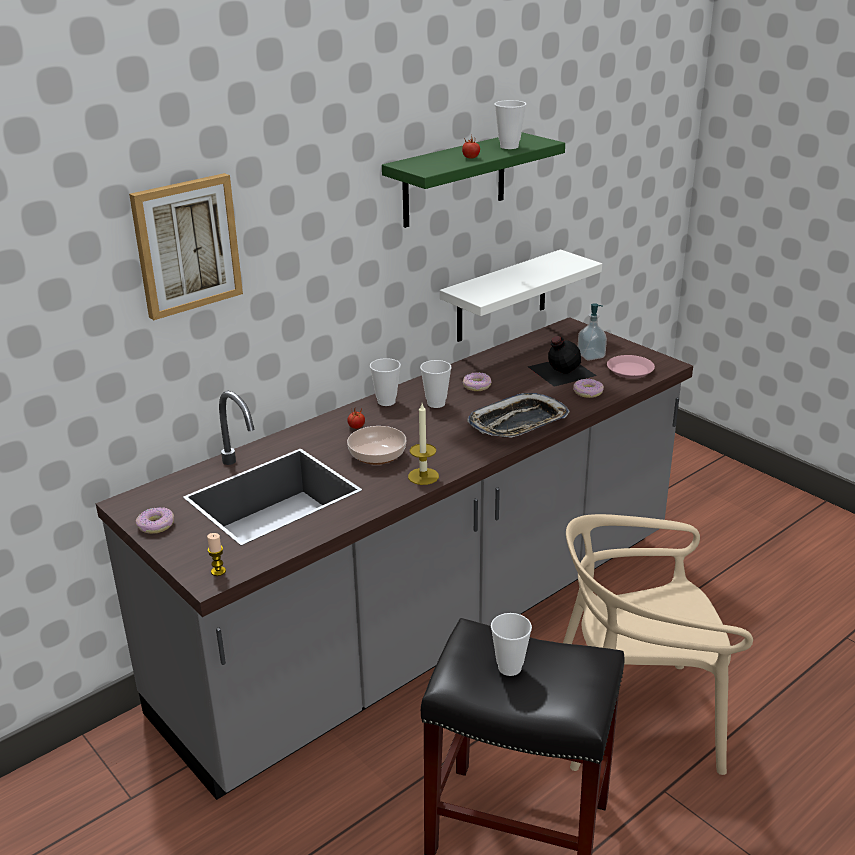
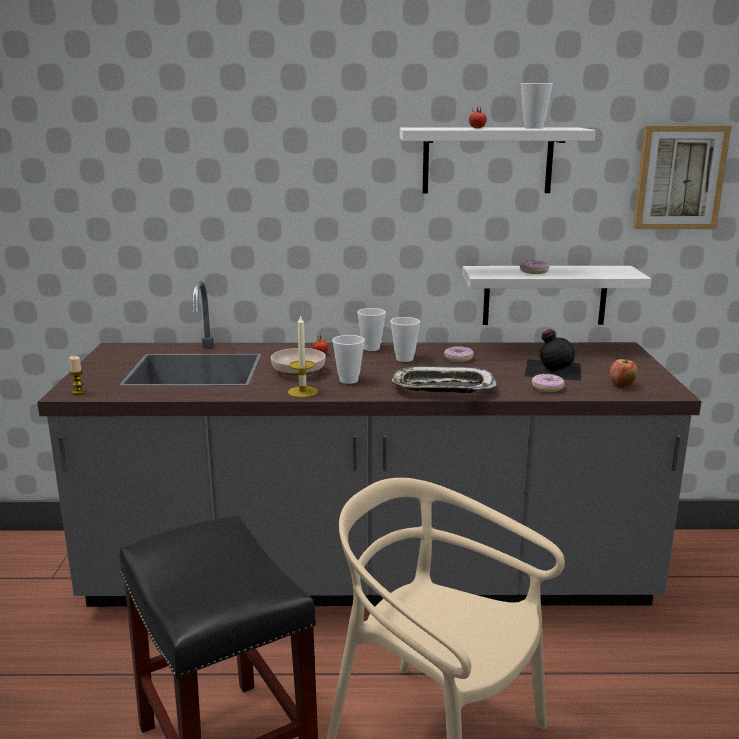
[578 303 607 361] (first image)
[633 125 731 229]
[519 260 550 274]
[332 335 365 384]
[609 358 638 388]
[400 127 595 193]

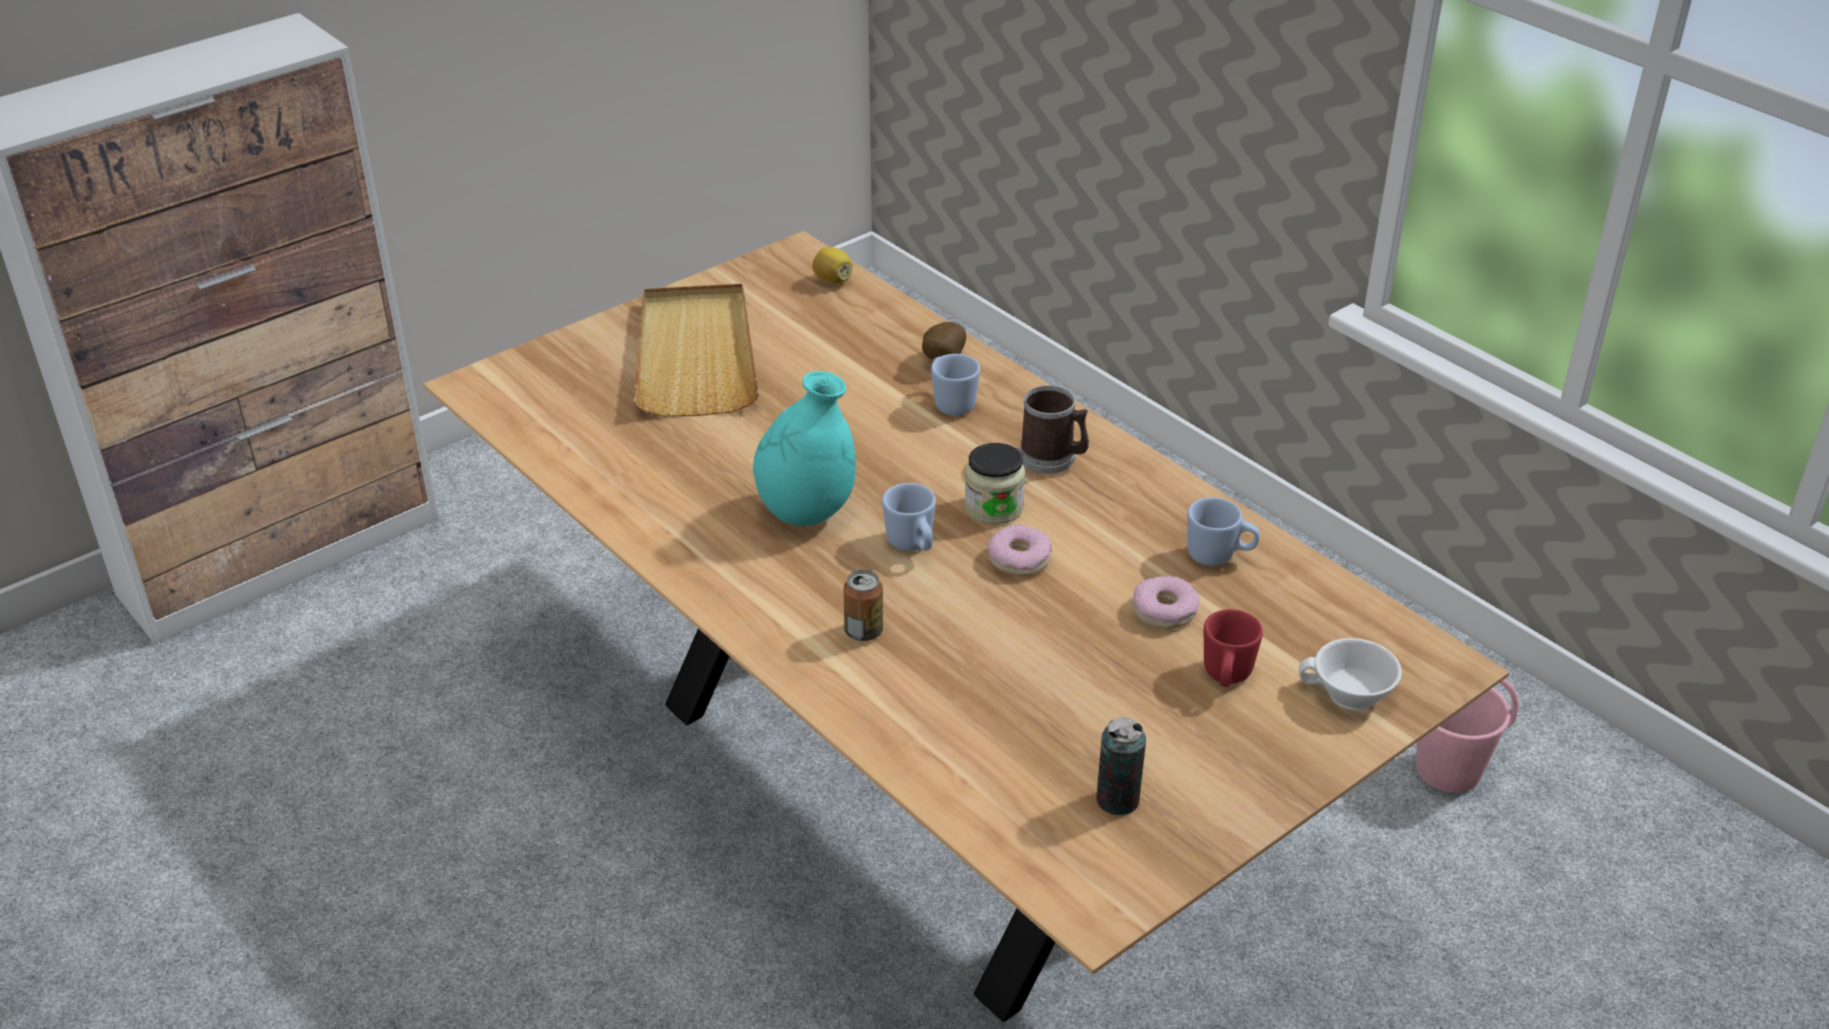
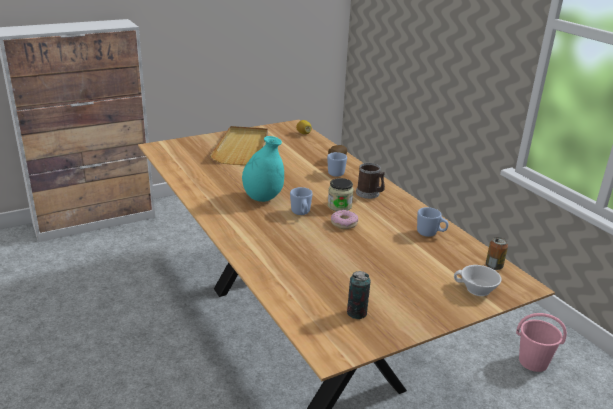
[1132 576 1199 629] (first image)
[1204 609 1263 687] (first image)
[486 237 508 270]

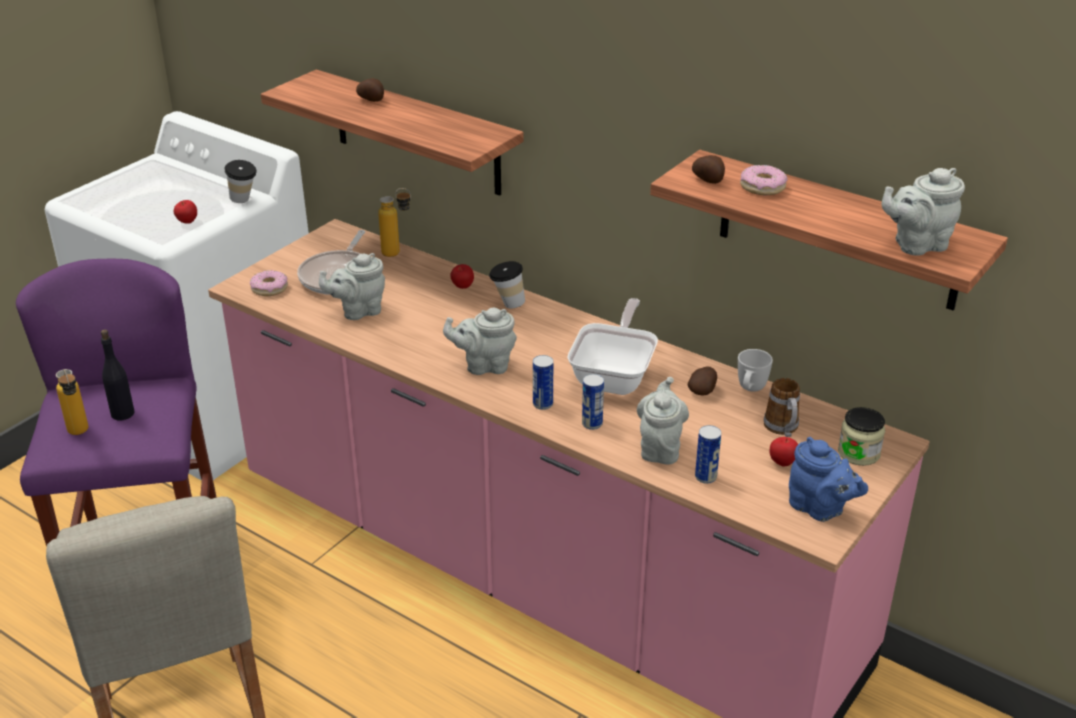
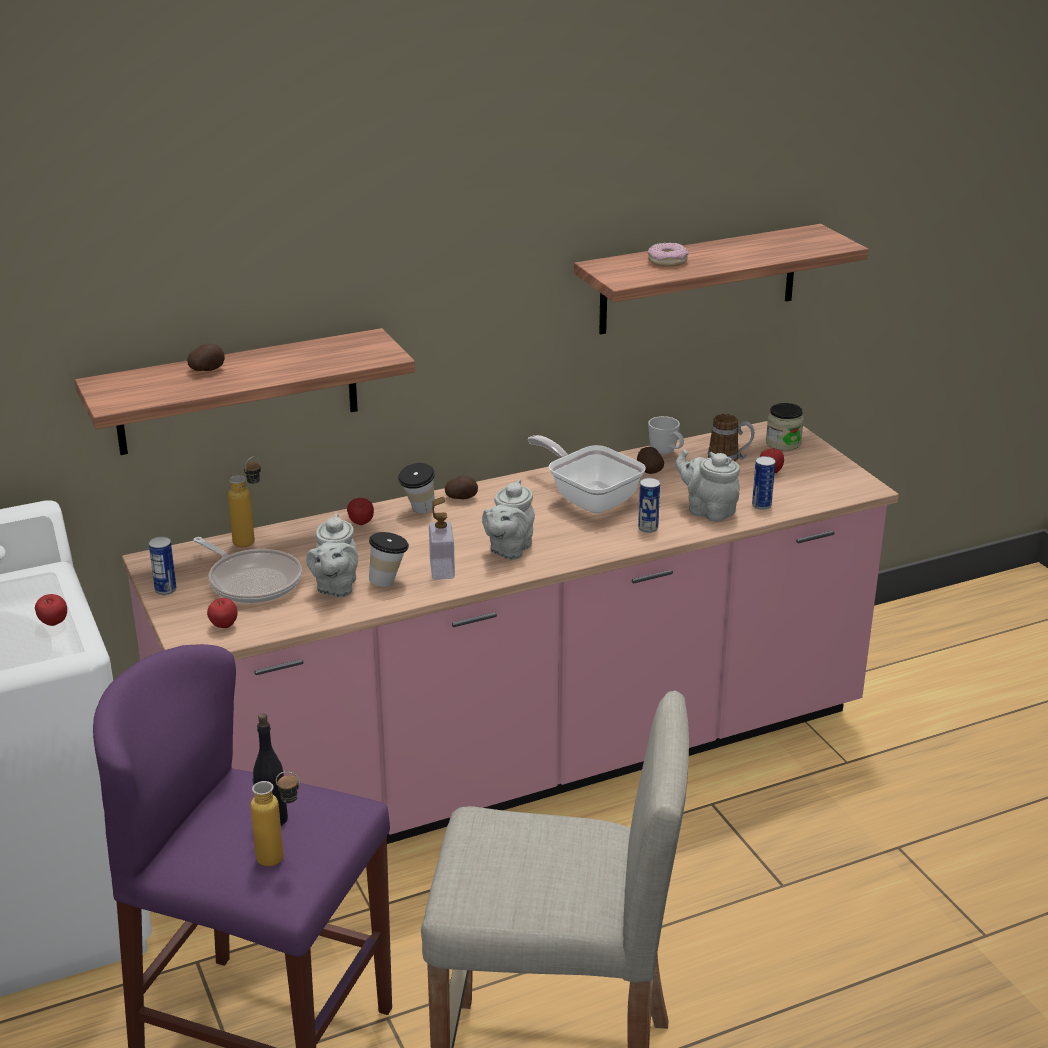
[789 437 868 522] (first image)
[881 168 965 256] (first image)
[429 497 455 580]
[369 532 409 587]
[149 537 177 595]
[445 475 478 499]
[207 598 237 628]

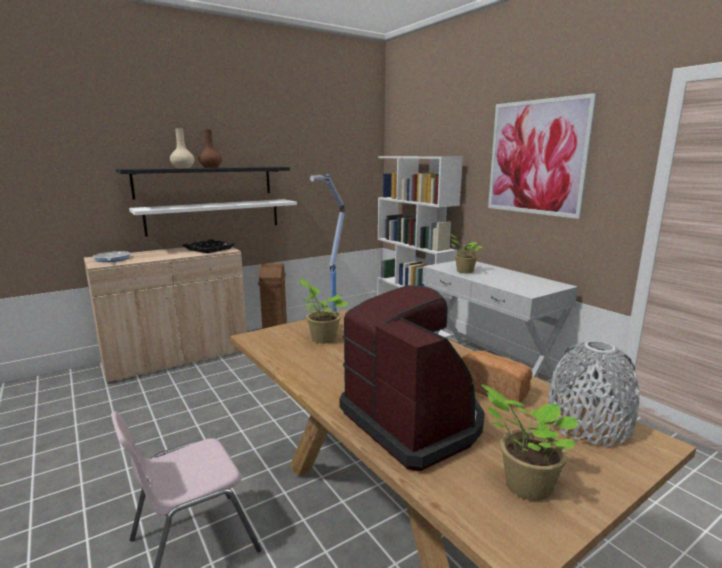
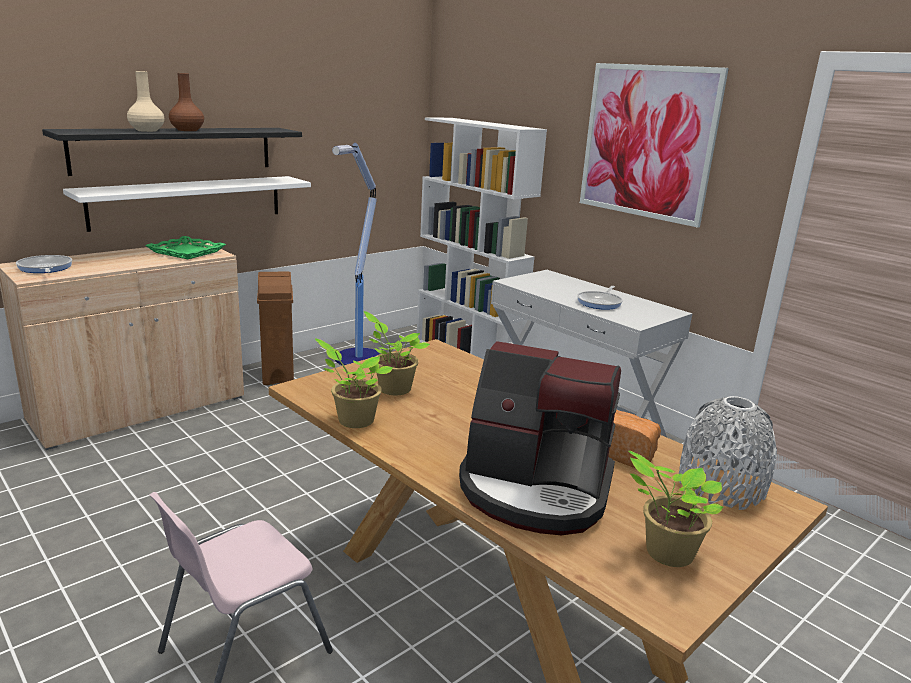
[577 286 623 310]
[315 338 393 428]
[145 236 226 259]
[459 341 621 535]

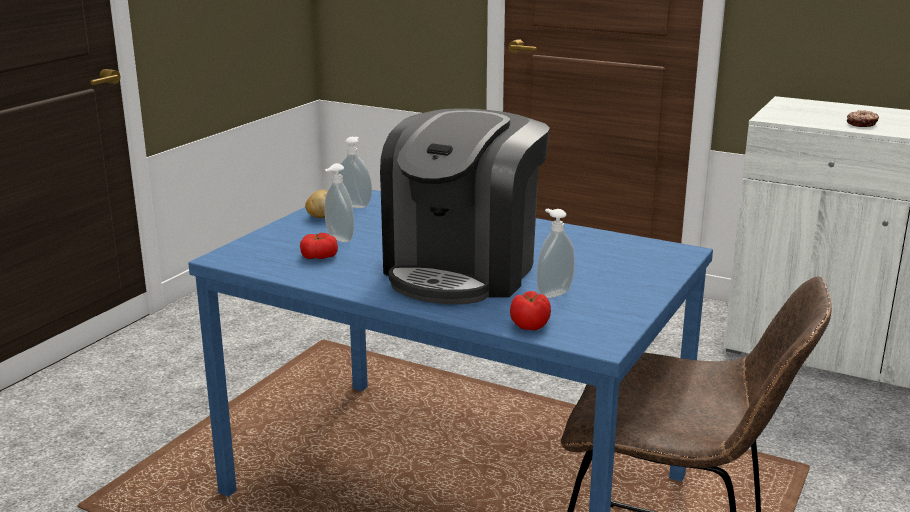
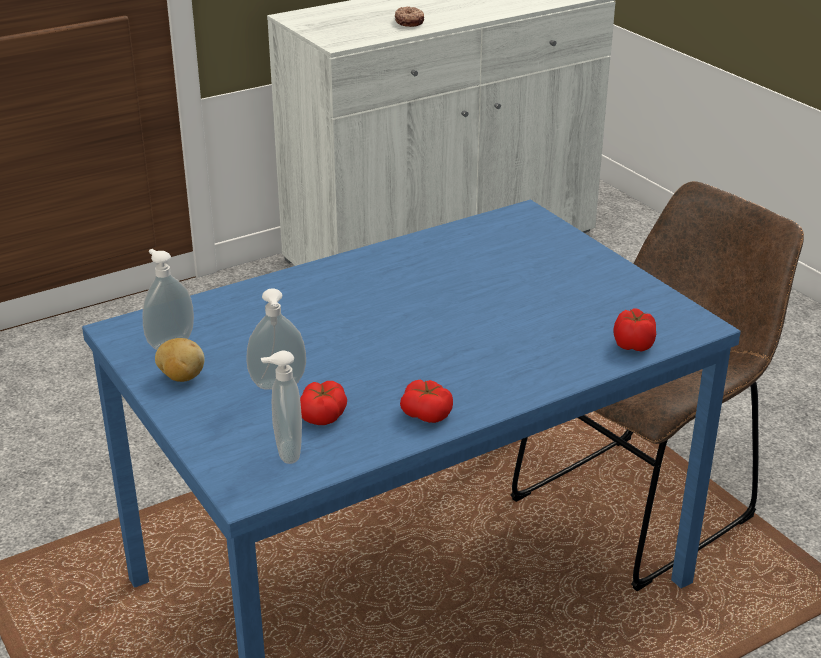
[380 108 550 304] (first image)
[400 379 453 423]
[261 351 302 464]

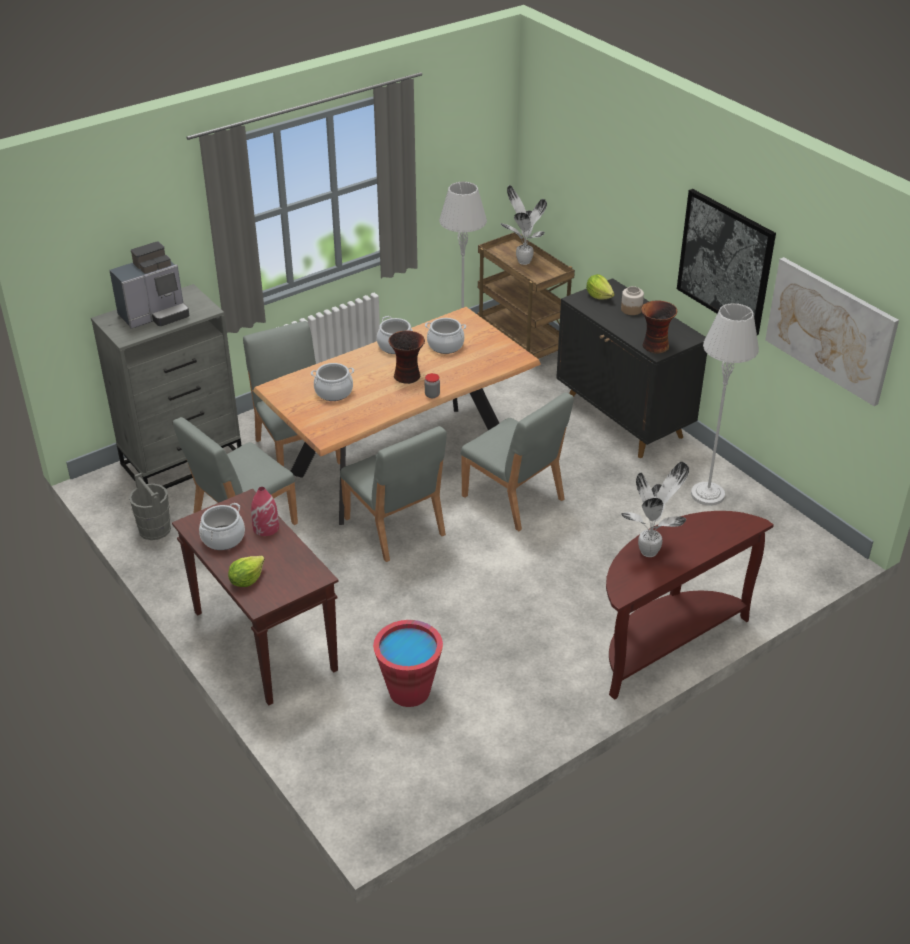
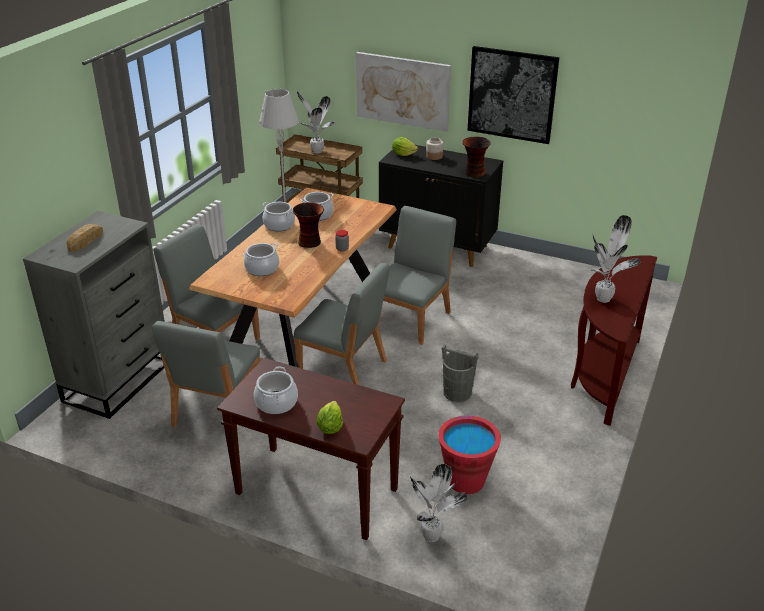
[251 487 279 536] (first image)
[691 303 759 506] (first image)
[409 464 467 542]
[441 344 479 402]
[356 52 451 132]
[66 224 103 252]
[383 206 456 345]

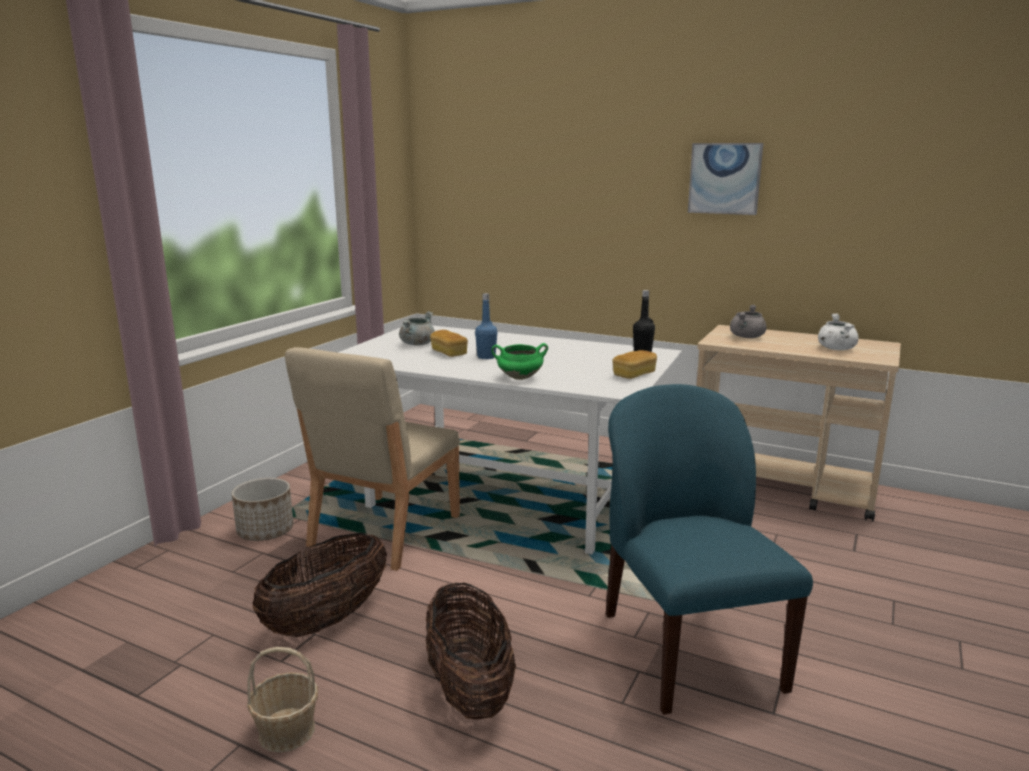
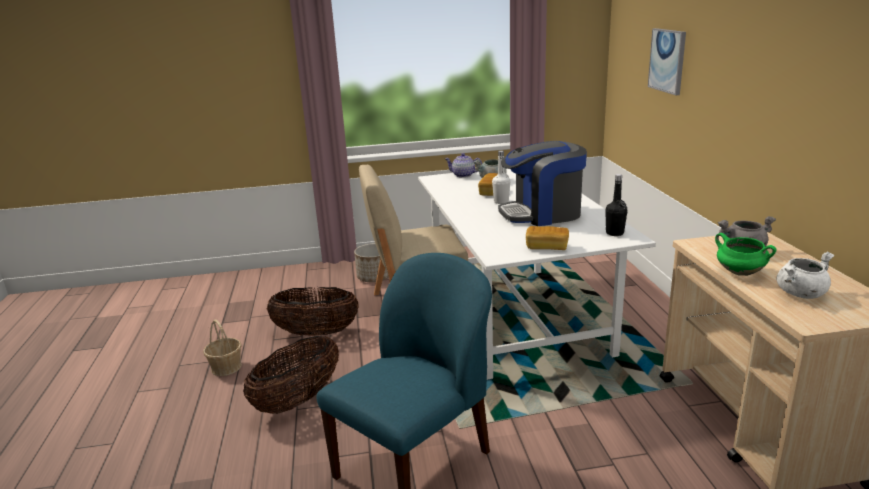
[445 153 482 178]
[498 141 587 226]
[715 233 777 276]
[648 28 686 95]
[492 150 510 204]

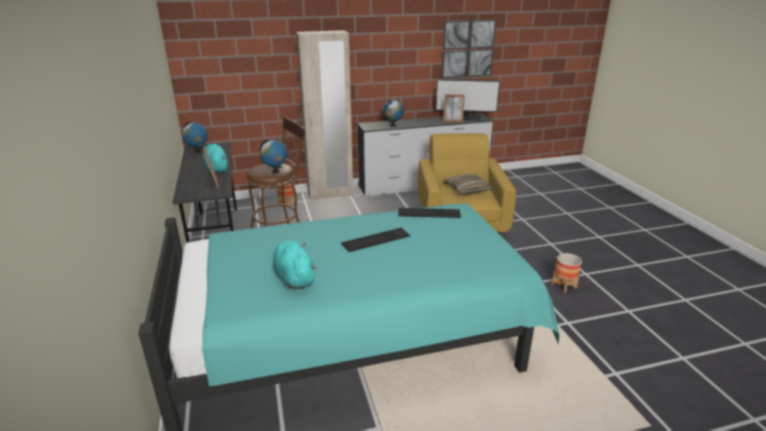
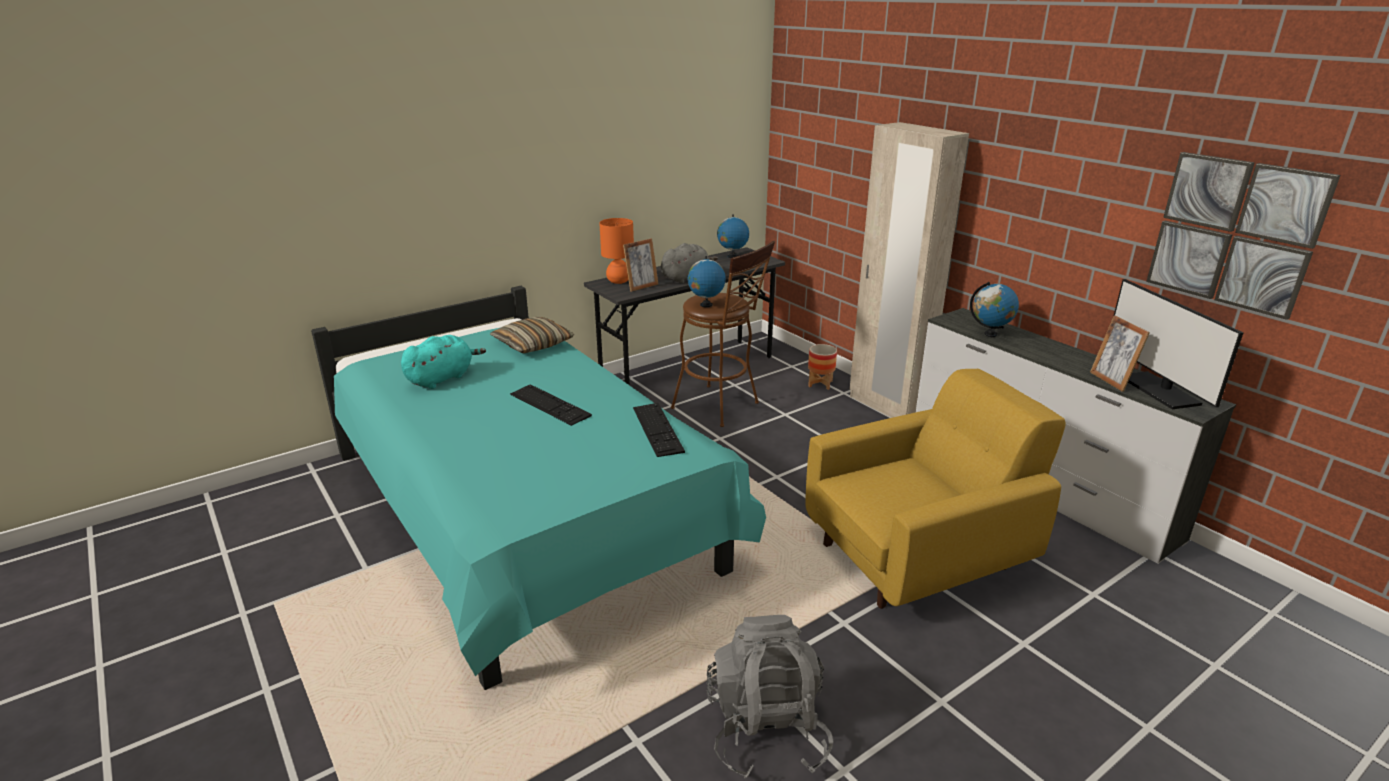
[599 218 634 284]
[490 317 575 353]
[707 615 834 779]
[661 243 718 283]

